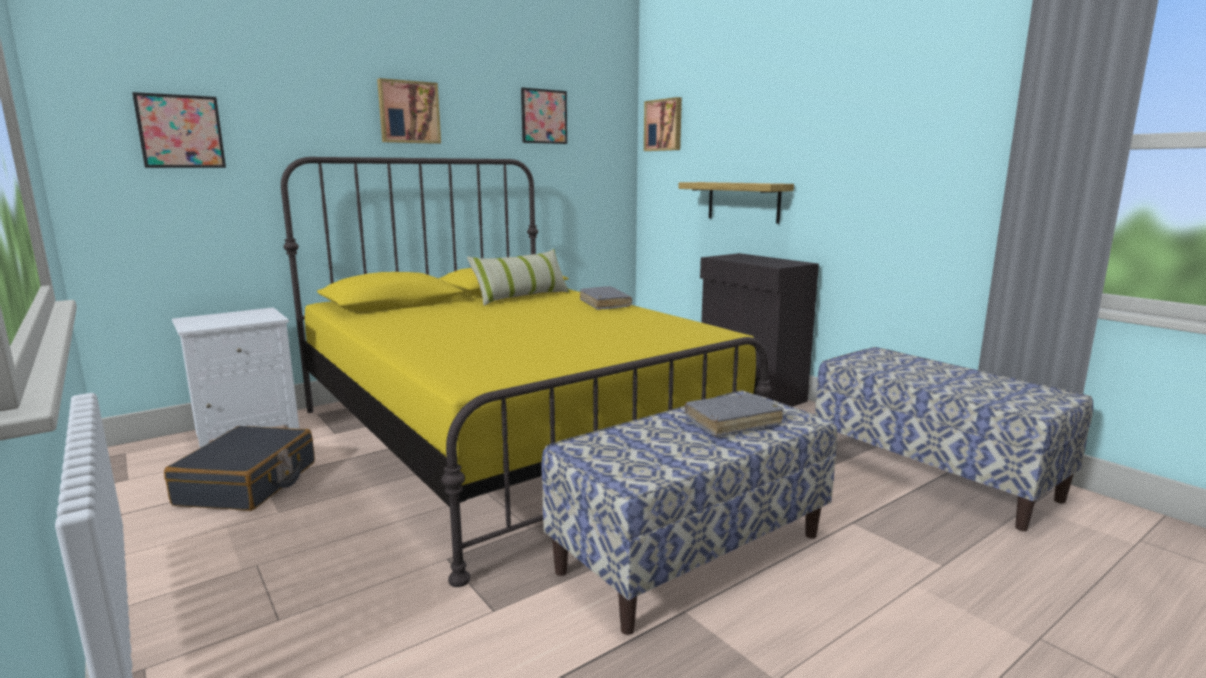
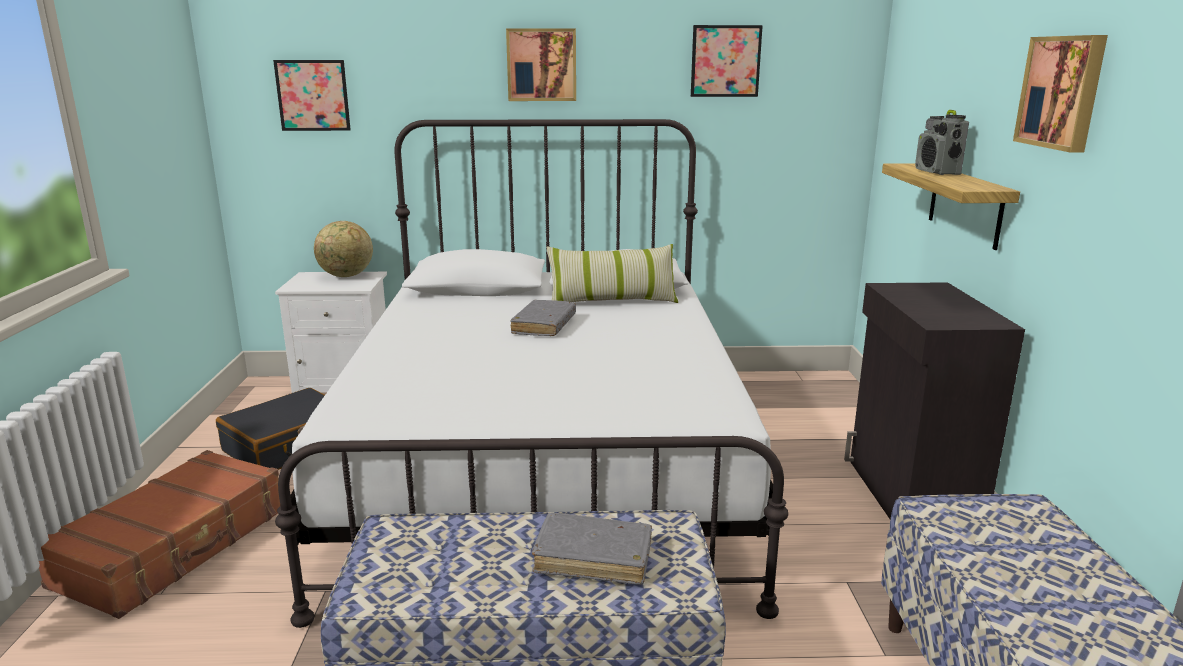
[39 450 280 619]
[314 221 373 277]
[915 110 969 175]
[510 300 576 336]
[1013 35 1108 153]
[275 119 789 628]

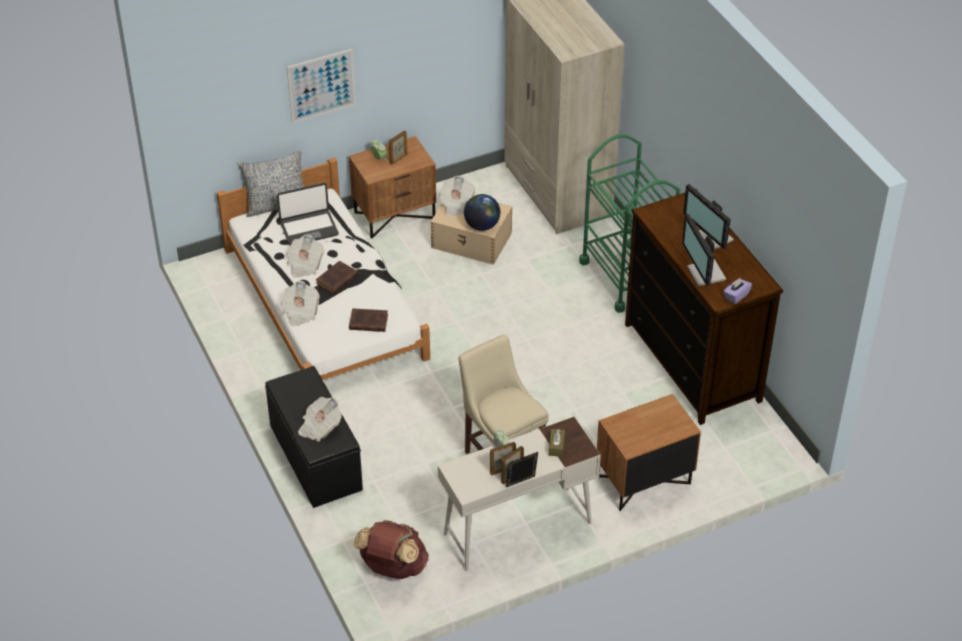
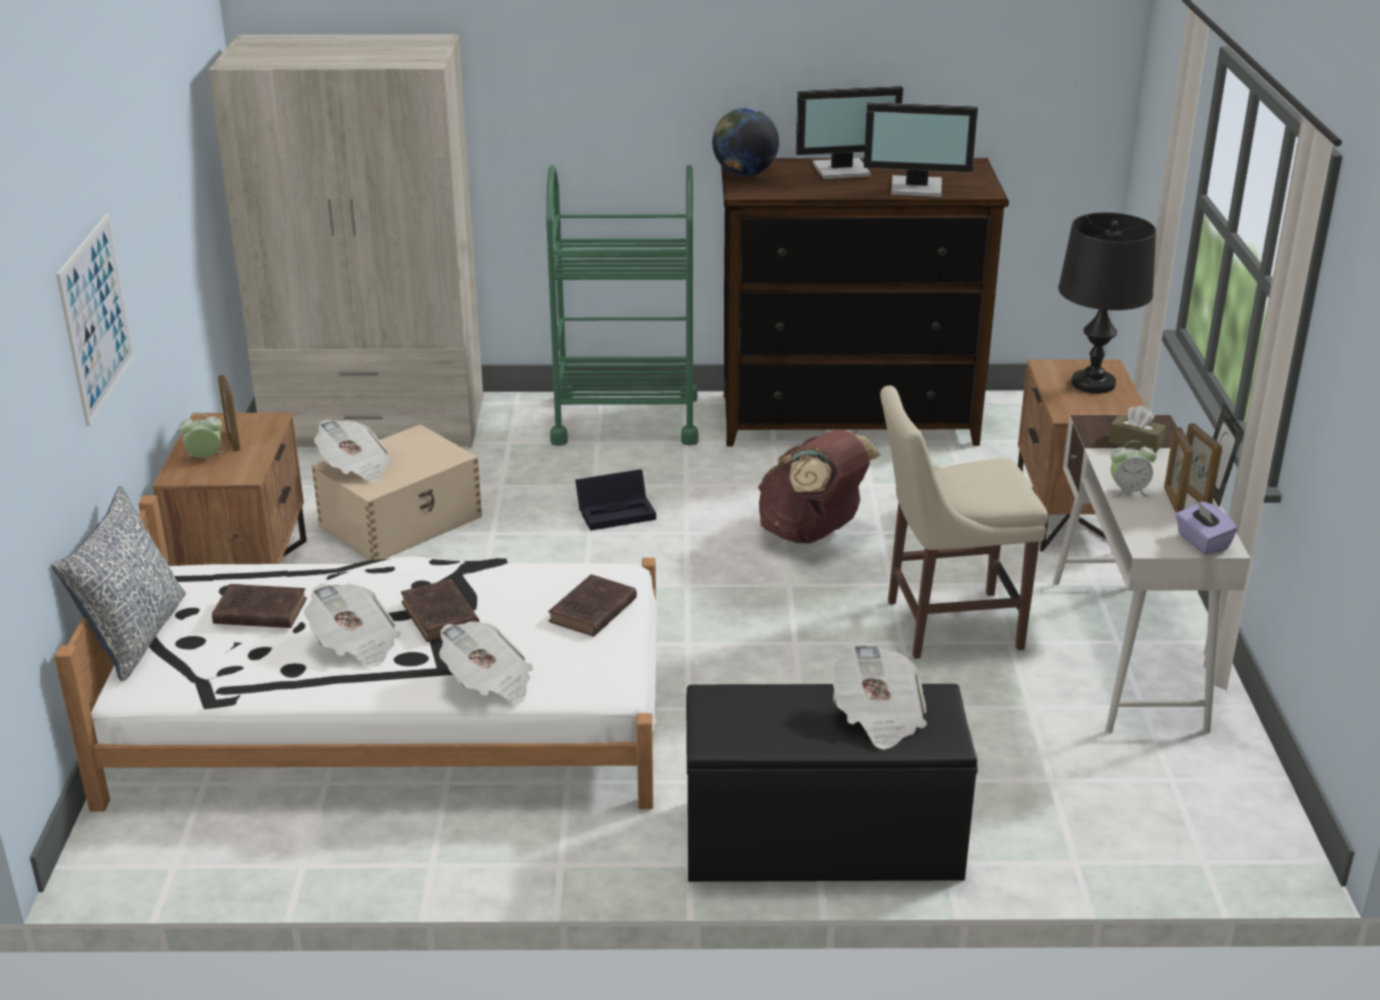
[575 469 656 531]
[1058 213 1156 394]
[758 429 881 544]
[712 108 779 176]
[1176 500 1237 555]
[212 584 307 628]

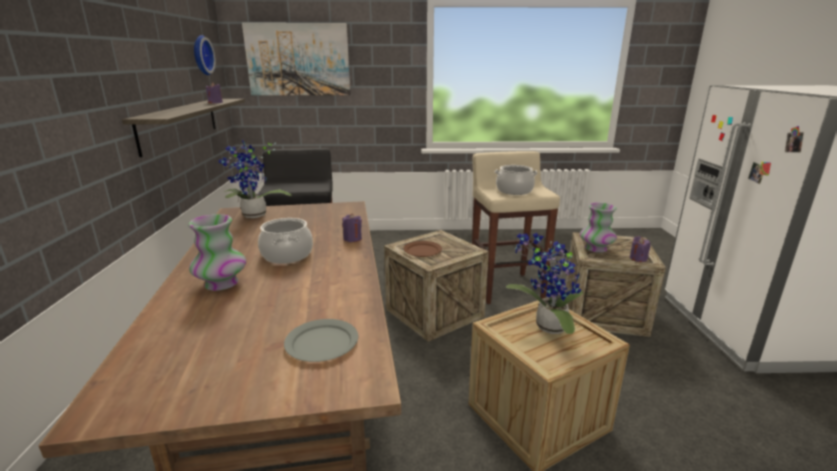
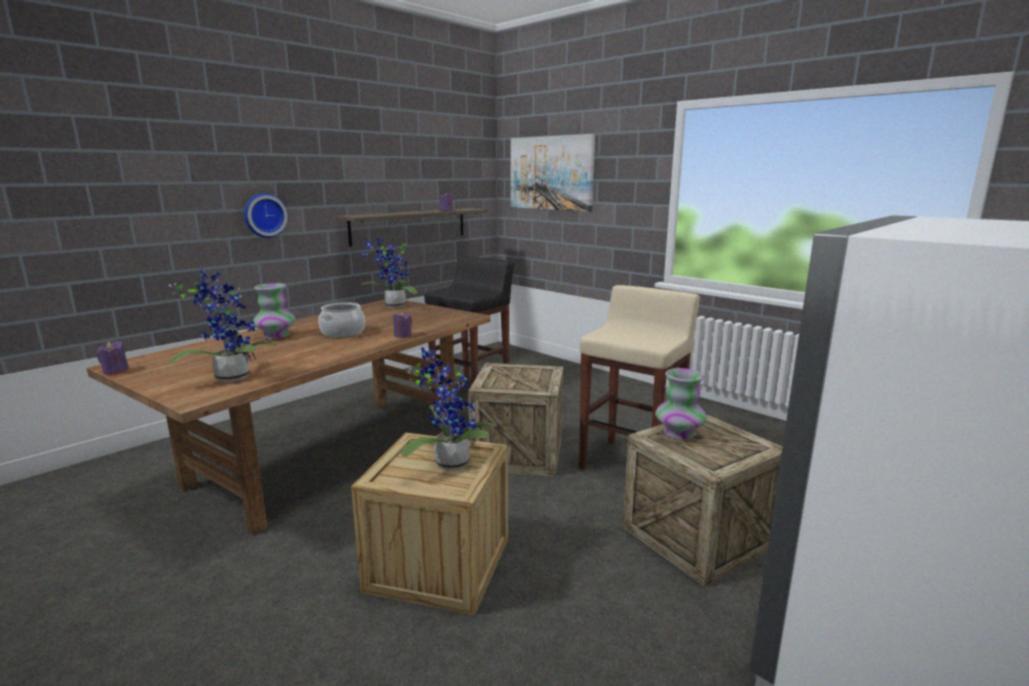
[403 241 442 257] (first image)
[495 165 538 195] (first image)
[244 193 288 238]
[97 341 129 375]
[168 269 277 382]

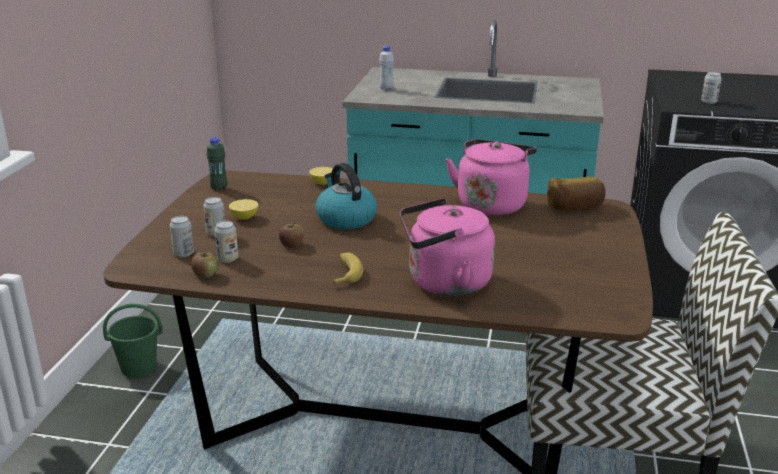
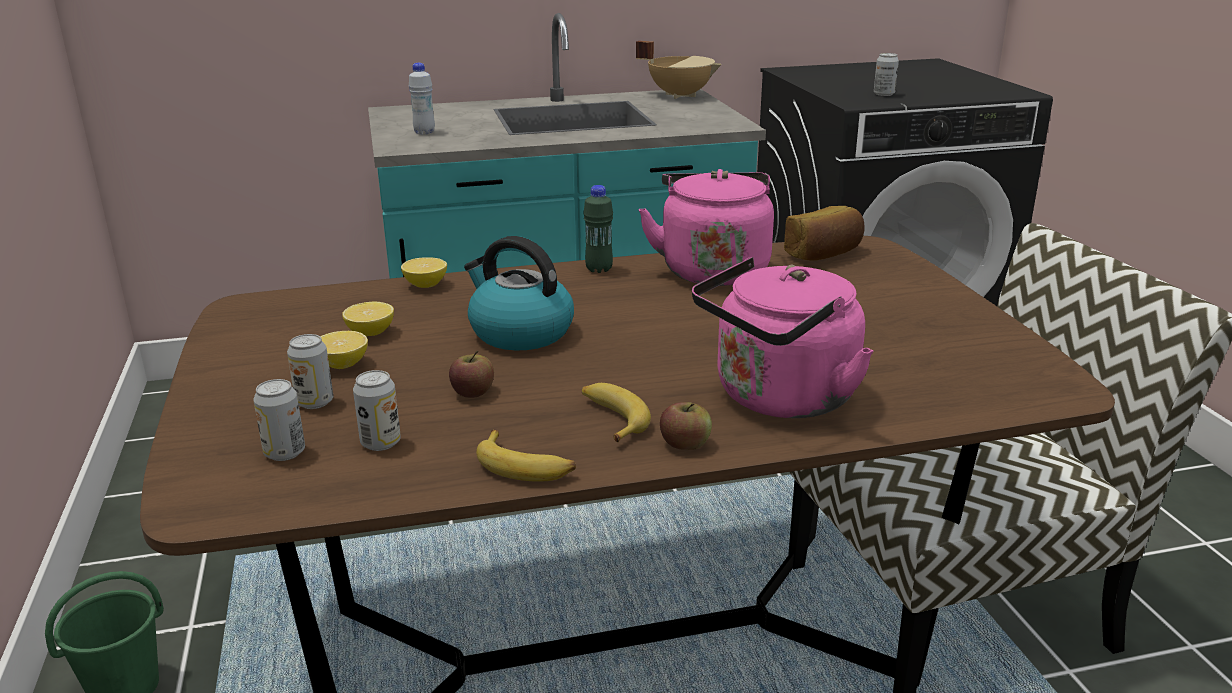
[342 302 394 336]
[476 430 576 482]
[636 41 722 99]
[660 402 712 450]
[583 185 613 273]

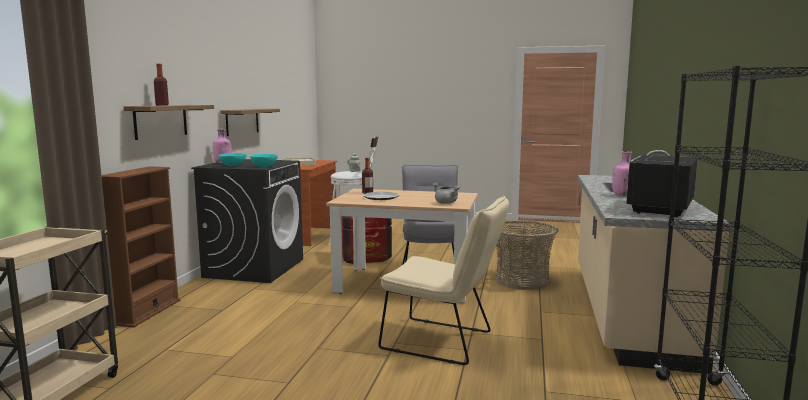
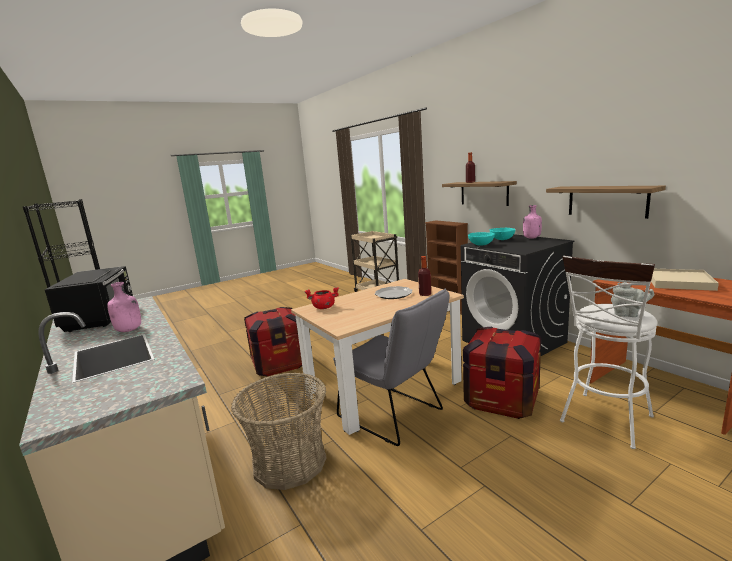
[244 307 302 376]
[304 287 339 309]

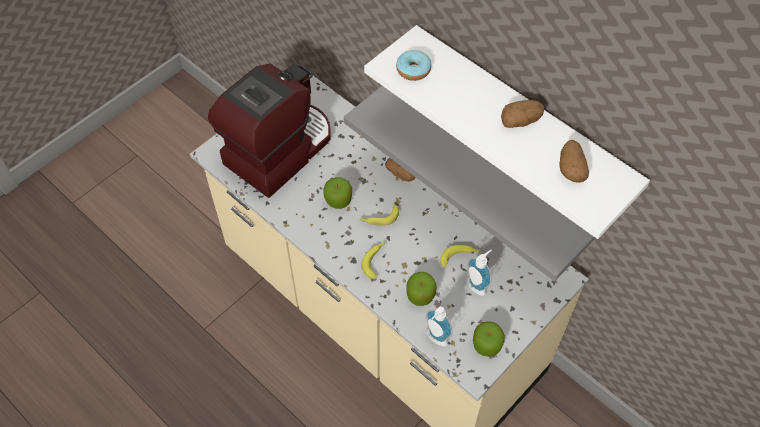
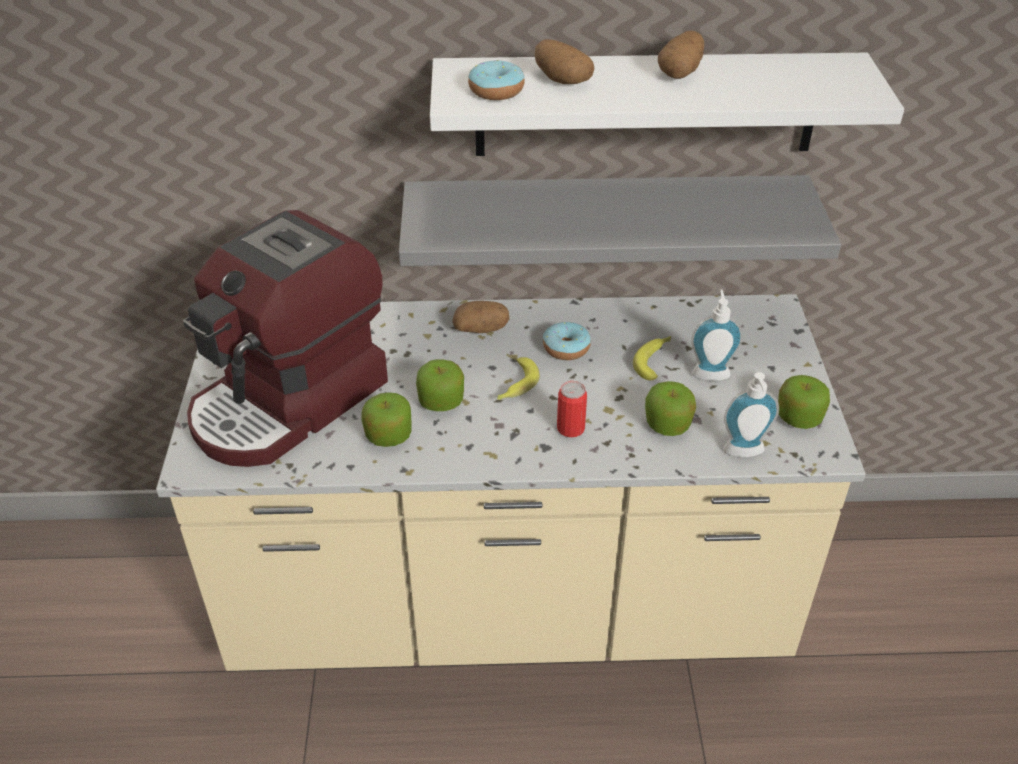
[361 392 412 447]
[543 321 591 360]
[535 39 594 84]
[557 381 587 437]
[183 210 388 467]

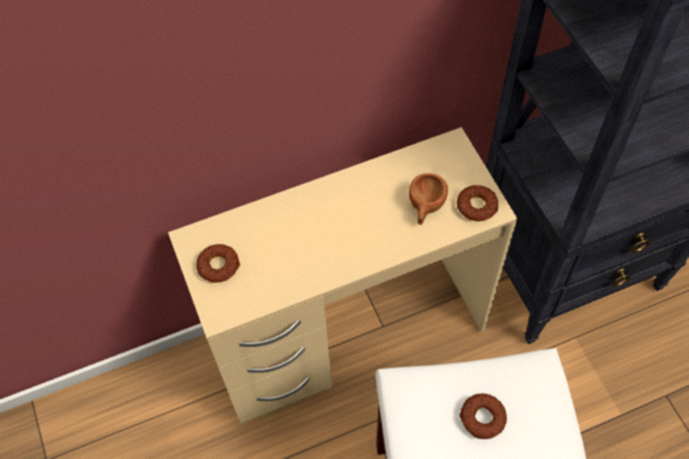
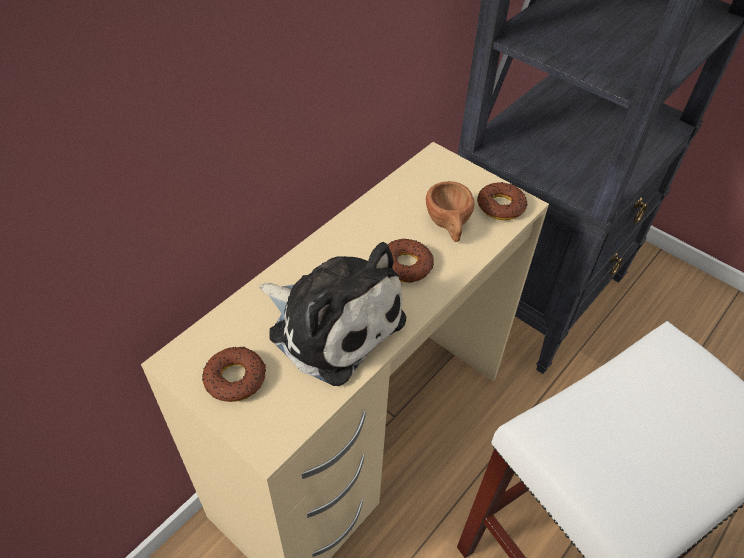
[259 242 406 386]
[388 238 434 283]

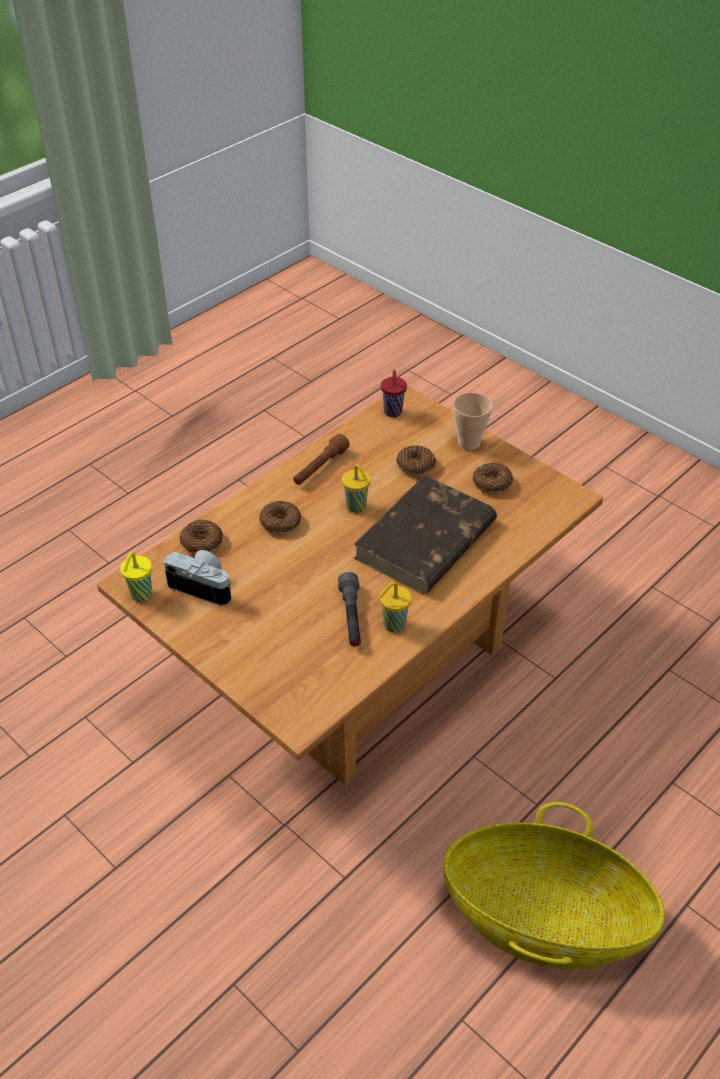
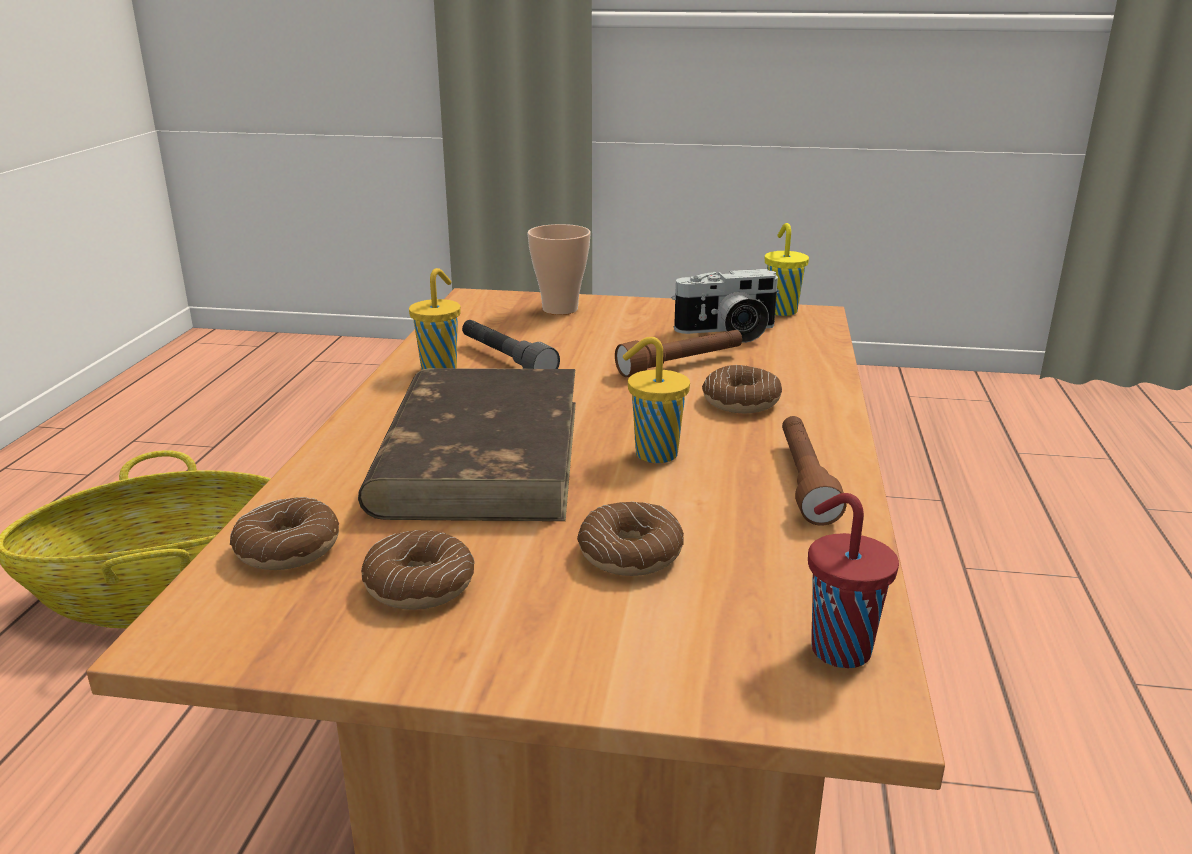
[615 330 742 377]
[230 497 339 570]
[527 224 591 315]

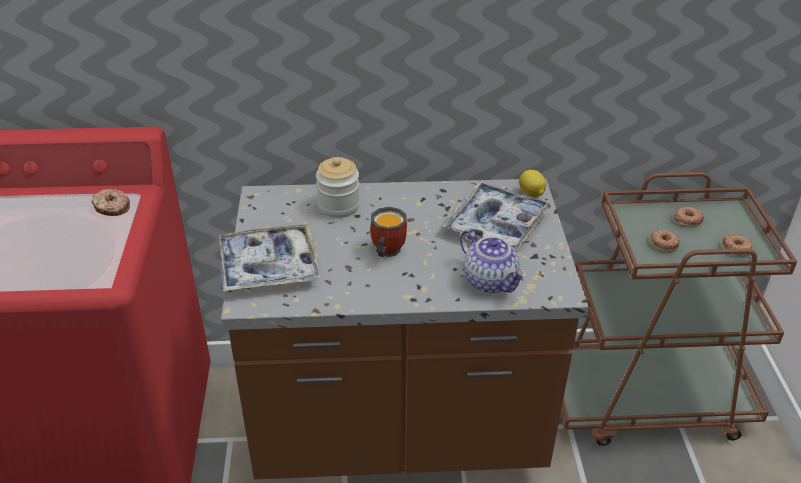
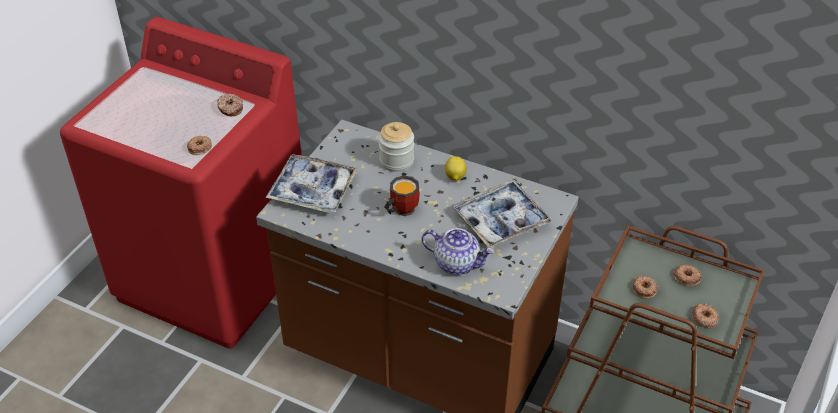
[187 136 212 155]
[445 156 467 181]
[421 228 494 275]

